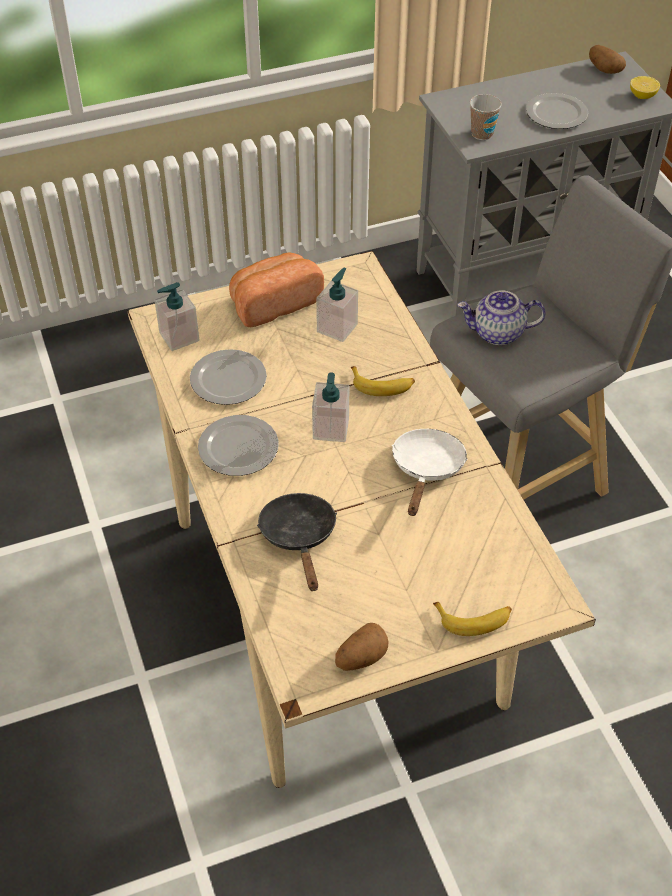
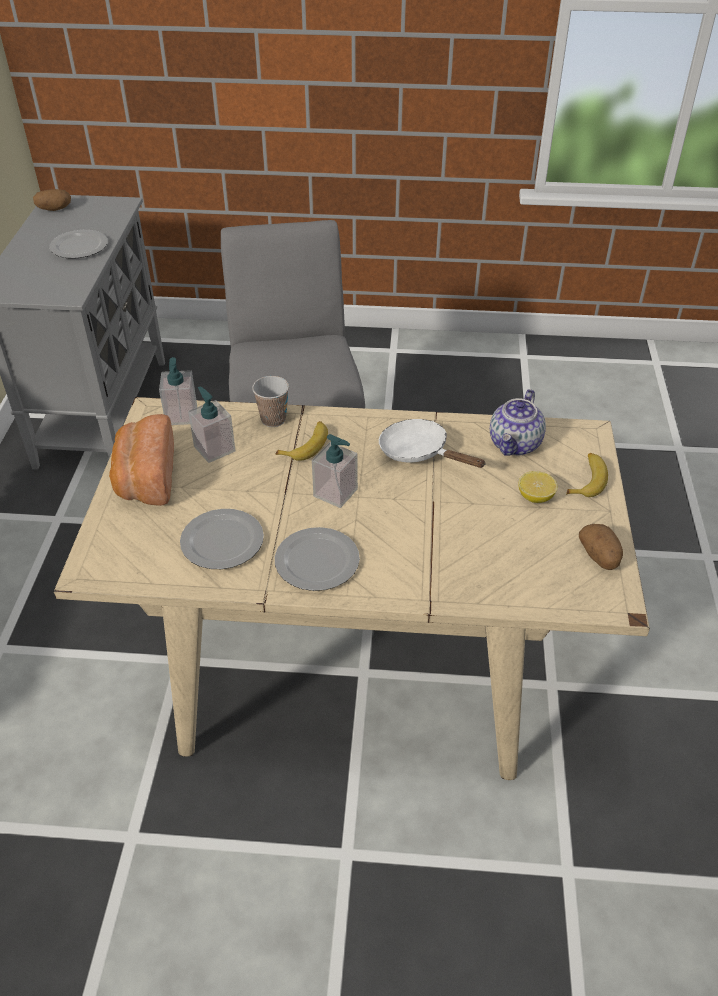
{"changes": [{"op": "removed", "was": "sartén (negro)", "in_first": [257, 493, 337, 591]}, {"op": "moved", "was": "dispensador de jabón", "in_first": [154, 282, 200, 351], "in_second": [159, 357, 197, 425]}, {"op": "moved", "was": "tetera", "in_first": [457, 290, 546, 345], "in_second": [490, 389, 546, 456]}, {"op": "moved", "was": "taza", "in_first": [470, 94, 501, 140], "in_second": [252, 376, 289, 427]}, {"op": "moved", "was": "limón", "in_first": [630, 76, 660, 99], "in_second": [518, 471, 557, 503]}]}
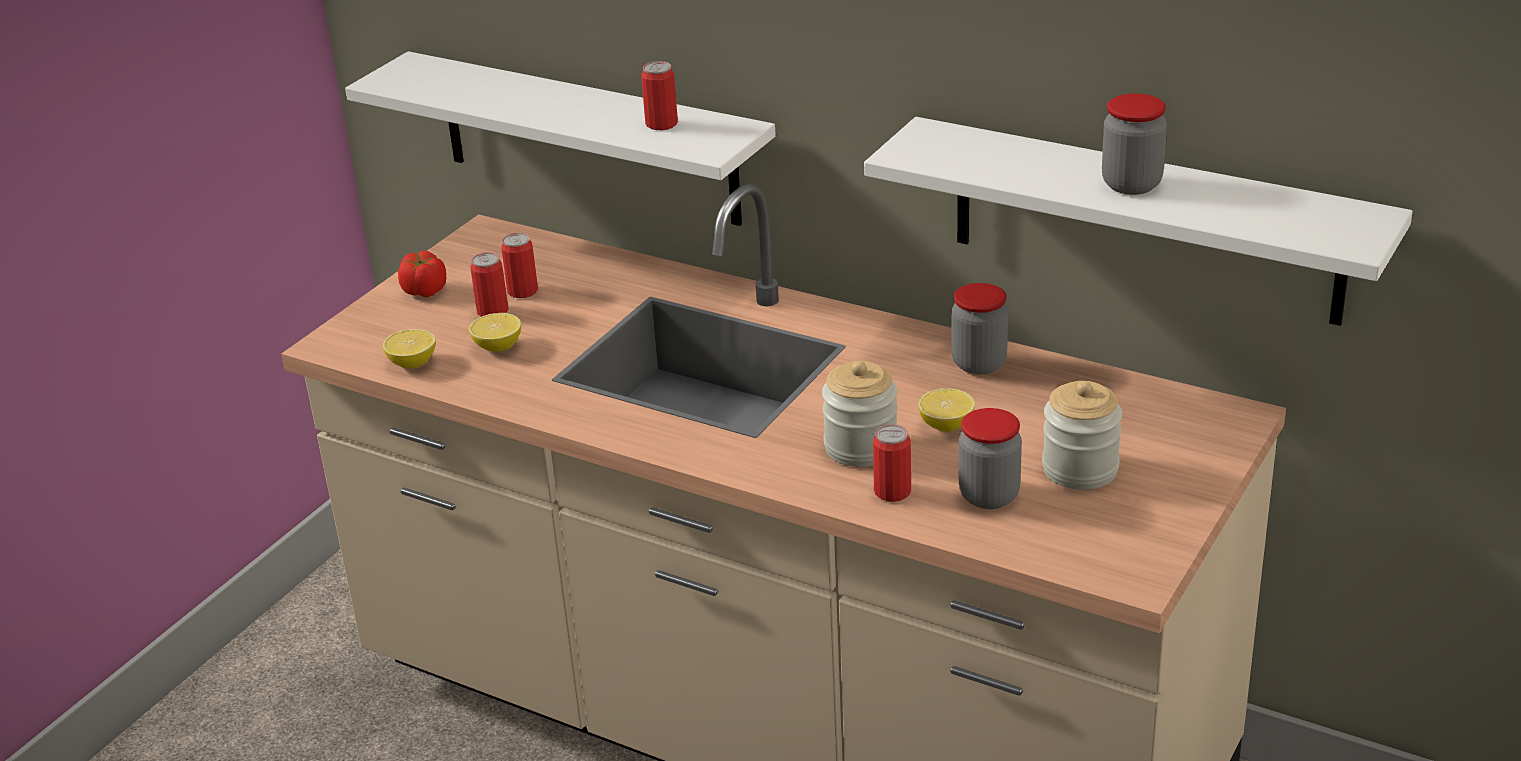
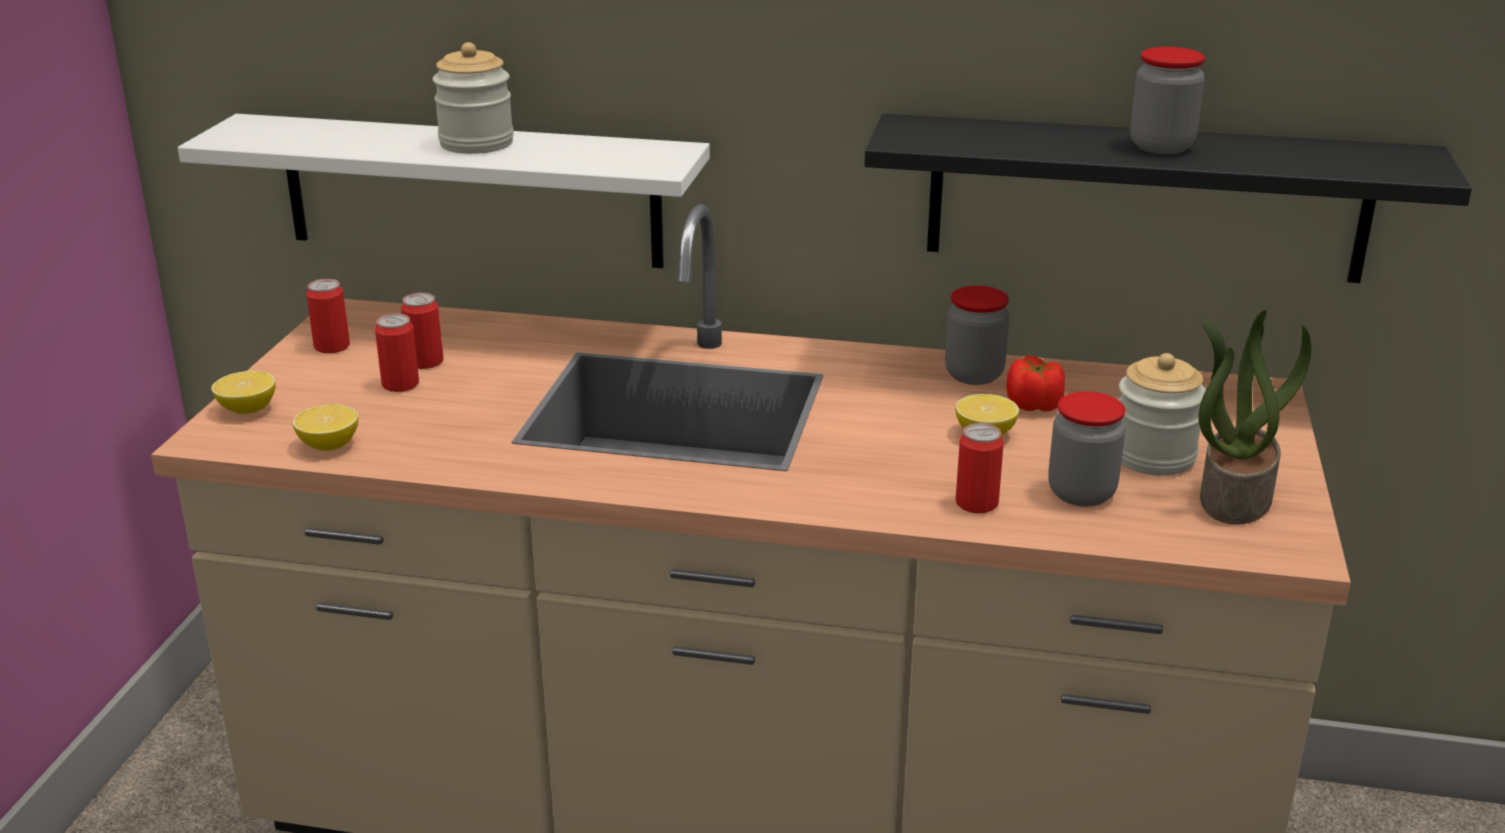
{"changes": [{"op": "added", "now": "planta en maceta", "in_second": [1198, 309, 1311, 525]}, {"op": "moved", "was": "tomate", "in_first": [398, 250, 446, 297], "in_second": [1006, 356, 1065, 412]}, {"op": "moved", "was": "limón", "in_first": [469, 313, 521, 352], "in_second": [211, 371, 276, 414]}, {"op": "moved", "was": "lata", "in_first": [641, 61, 678, 130], "in_second": [306, 279, 350, 353]}, {"op": "moved", "was": "tarro", "in_first": [822, 361, 898, 467], "in_second": [433, 42, 514, 154]}, {"op": "recoloured", "was": "estante (blanco)", "now": "estante (negro)", "in_first": [864, 117, 1413, 326], "in_second": [864, 114, 1472, 283]}]}
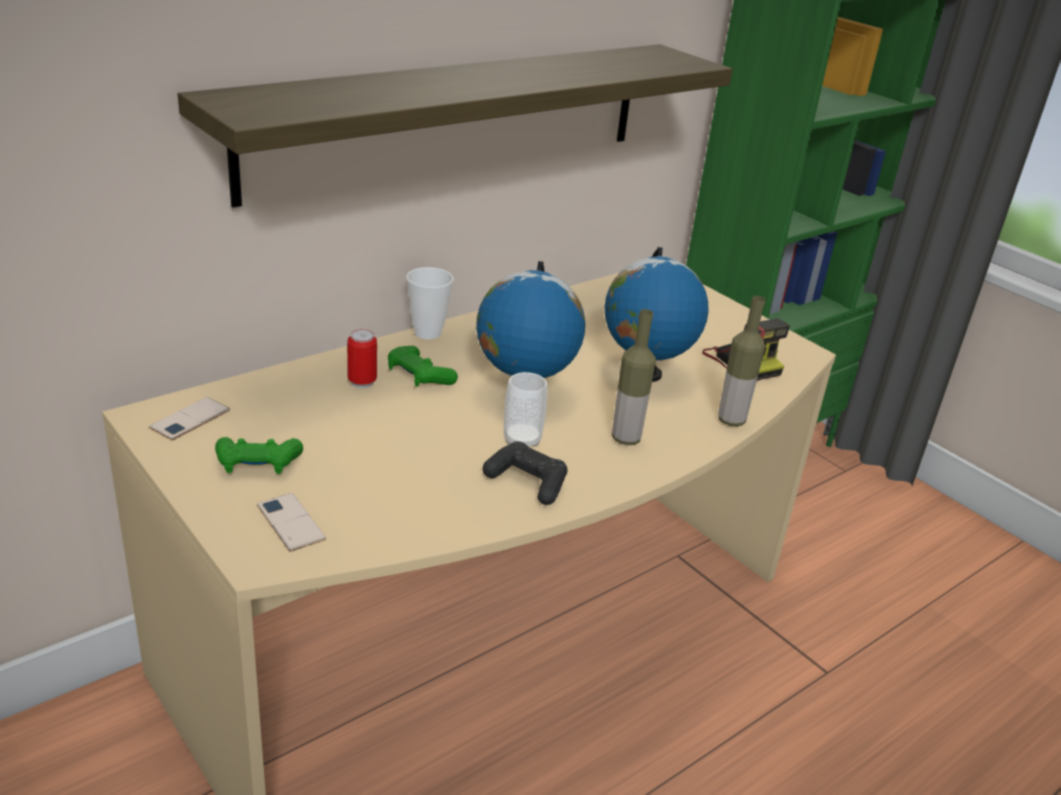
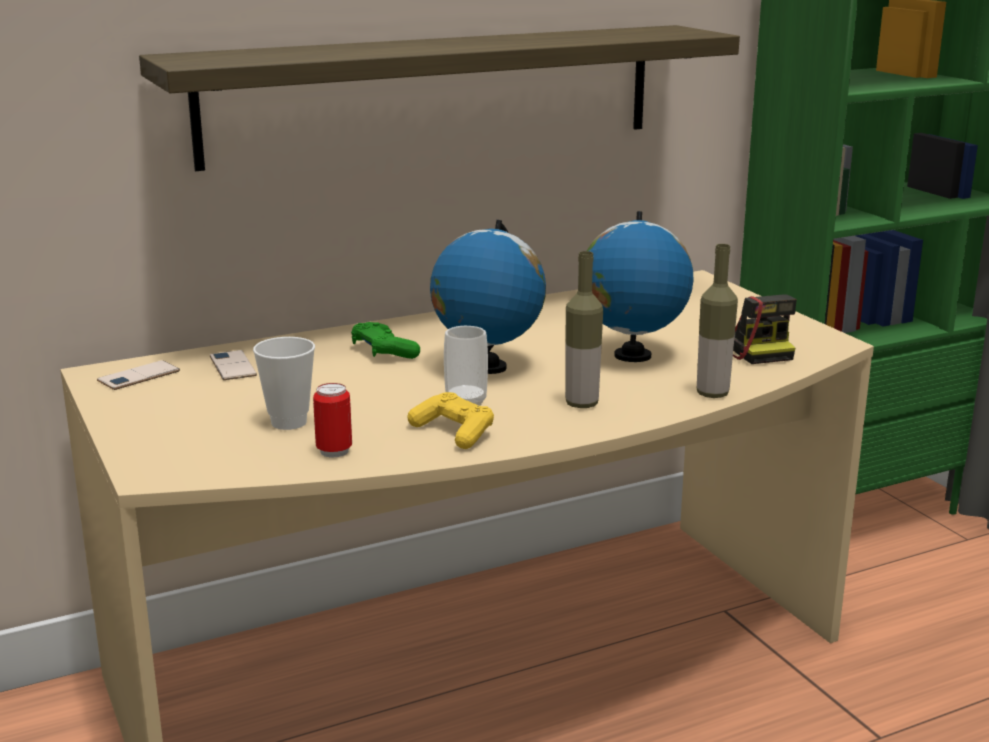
{"changes": [{"op": "removed", "was": "mando de consola (verde)", "in_first": [215, 437, 303, 474]}, {"op": "moved", "was": "móvil", "in_first": [257, 493, 326, 552], "in_second": [210, 350, 257, 380]}, {"op": "moved", "was": "lata", "in_first": [347, 329, 377, 388], "in_second": [313, 383, 352, 458]}, {"op": "moved", "was": "taza", "in_first": [406, 267, 454, 340], "in_second": [253, 337, 315, 430]}, {"op": "recoloured", "was": "mando de consola (negro)", "now": "mando de consola (amarillo)", "in_first": [483, 441, 567, 505], "in_second": [407, 392, 494, 449]}]}
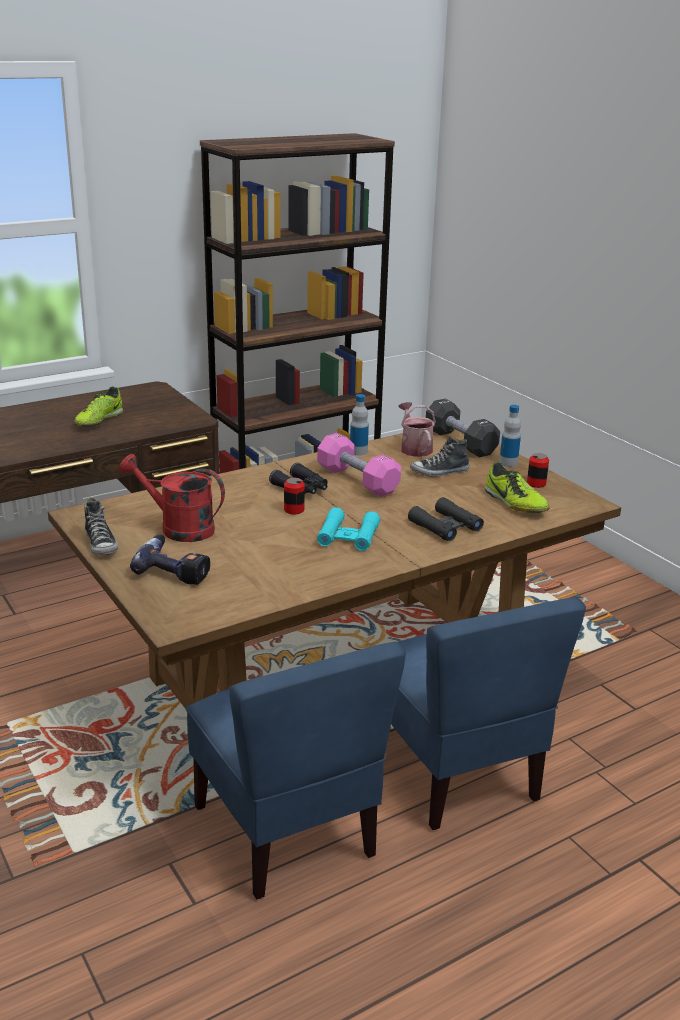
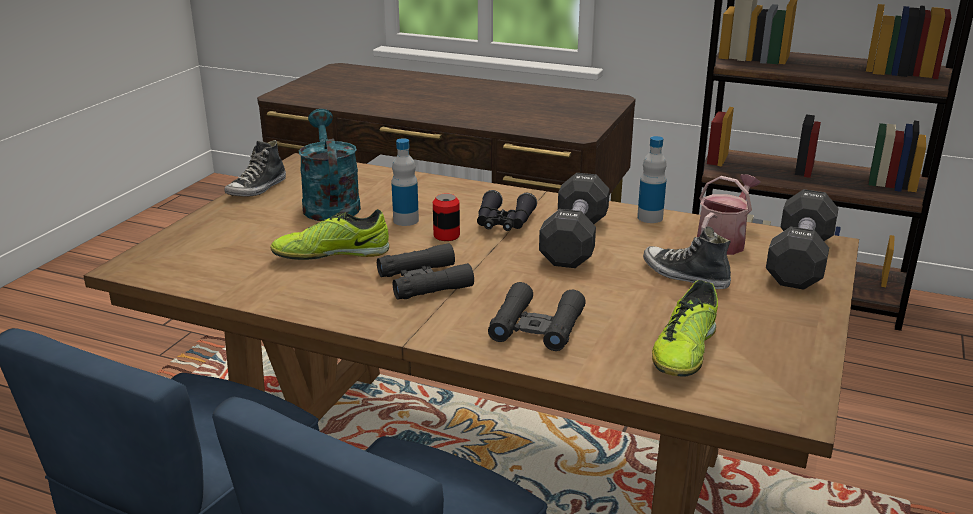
{"changes": [{"op": "removed", "was": "taladro", "in_first": [130, 534, 210, 585]}, {"op": "removed", "was": "lata", "in_first": [527, 453, 549, 488]}, {"op": "moved", "was": "zapato", "in_first": [74, 386, 123, 427], "in_second": [271, 209, 389, 260]}, {"op": "moved", "was": "botella", "in_first": [499, 405, 521, 467], "in_second": [391, 138, 419, 226]}, {"op": "recoloured", "was": "regadera (rojo)", "now": "regadera (turquesa)", "in_first": [119, 454, 225, 542], "in_second": [299, 109, 361, 221]}, {"op": "recoloured", "was": "mancuerna (rosa)", "now": "mancuerna (negro)", "in_first": [317, 433, 401, 497], "in_second": [539, 173, 610, 268]}, {"op": "recoloured", "was": "prismáticos (turquesa)", "now": "prismáticos (negro)", "in_first": [317, 507, 380, 551], "in_second": [377, 243, 474, 300]}]}
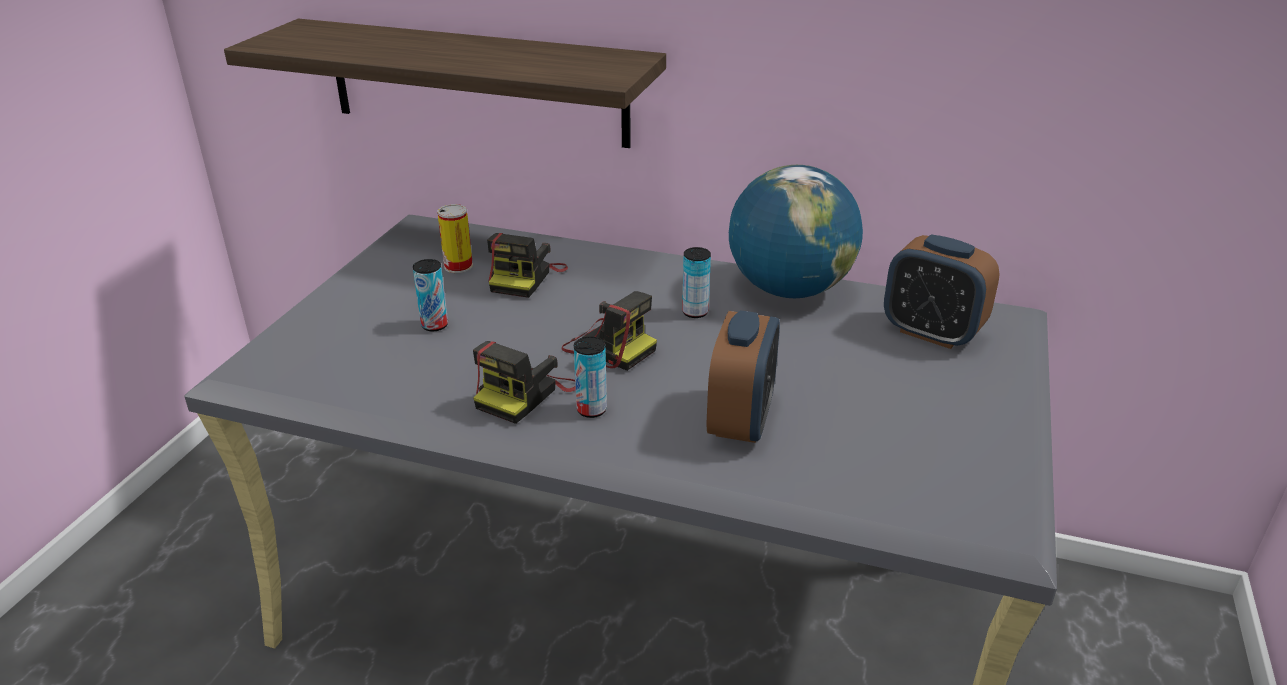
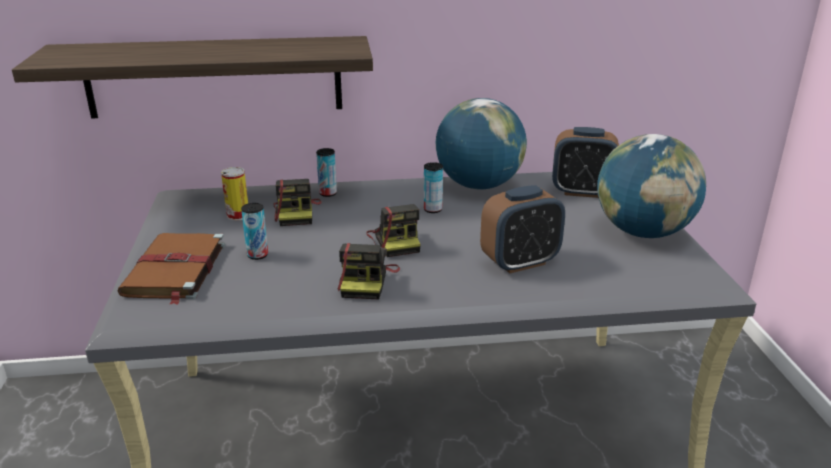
{"changes": [{"op": "added", "now": "libro (marrón)", "in_second": [117, 233, 225, 305]}, {"op": "added", "now": "globo terráqueo", "in_second": [597, 134, 706, 238]}, {"op": "moved", "was": "lata", "in_first": [574, 337, 607, 418], "in_second": [316, 148, 337, 197]}, {"op": "turned", "was": "cámara", "in_first": [562, 291, 657, 371], "in_second": [366, 204, 421, 257], "clockwise": 60}, {"op": "turned", "was": "despertador", "in_first": [707, 310, 780, 443], "in_second": [480, 185, 565, 274], "clockwise": 75}]}
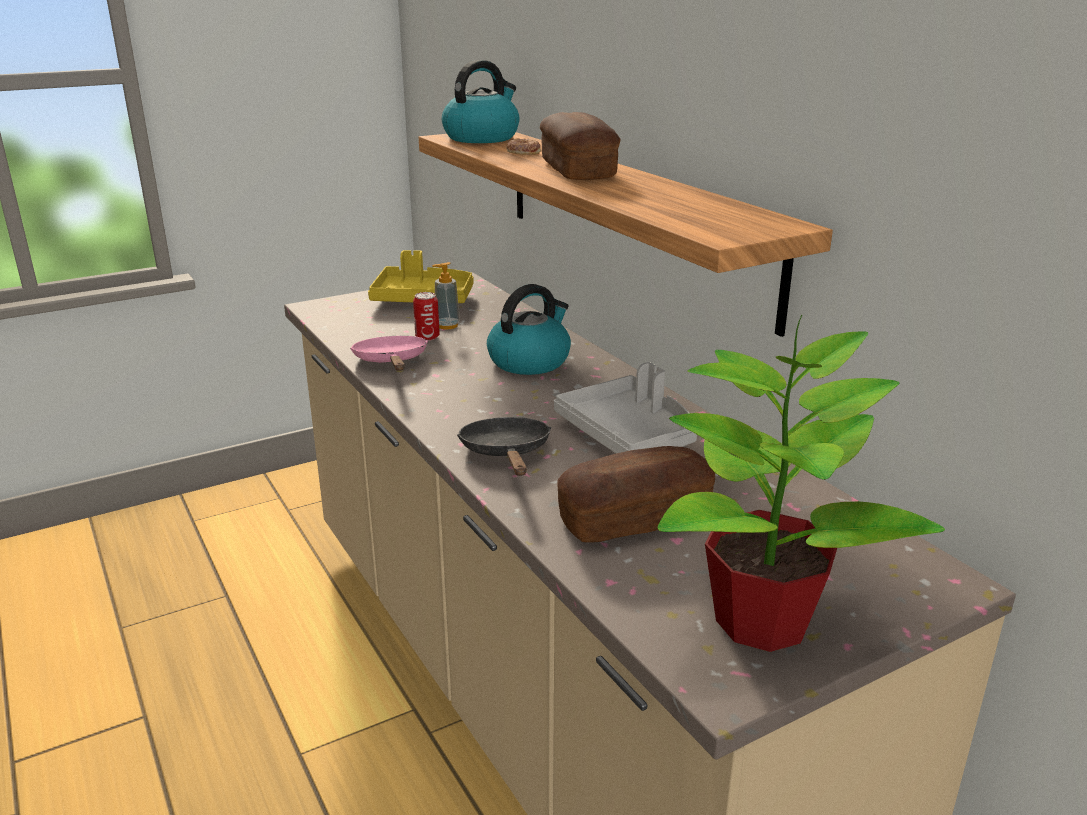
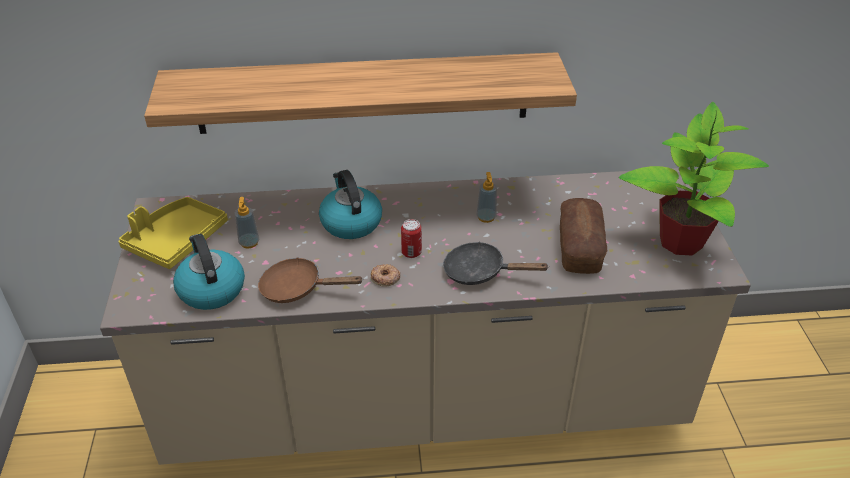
{"changes": [{"op": "removed", "was": "pan", "in_first": [540, 112, 621, 180]}, {"op": "moved", "was": "lata", "in_first": [413, 292, 440, 341], "in_second": [401, 219, 422, 258]}, {"op": "moved", "was": "hervidor", "in_first": [442, 60, 520, 143], "in_second": [173, 234, 245, 310]}, {"op": "moved", "was": "rosquilla", "in_first": [506, 138, 541, 155], "in_second": [371, 264, 400, 287]}, {"op": "replaced", "was": "bandeja (gris)", "now": "dispensador de jabón", "in_first": [554, 362, 697, 454], "in_second": [476, 172, 497, 223]}, {"op": "recoloured", "was": "sartén (rosa)", "now": "sartén (marrón)", "in_first": [350, 336, 428, 371], "in_second": [258, 257, 364, 303]}]}
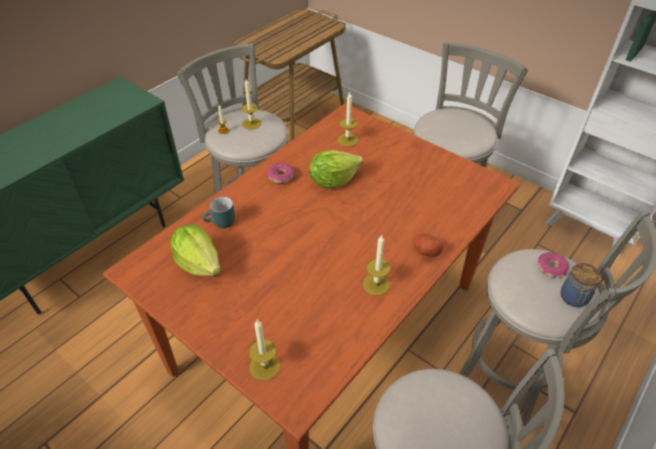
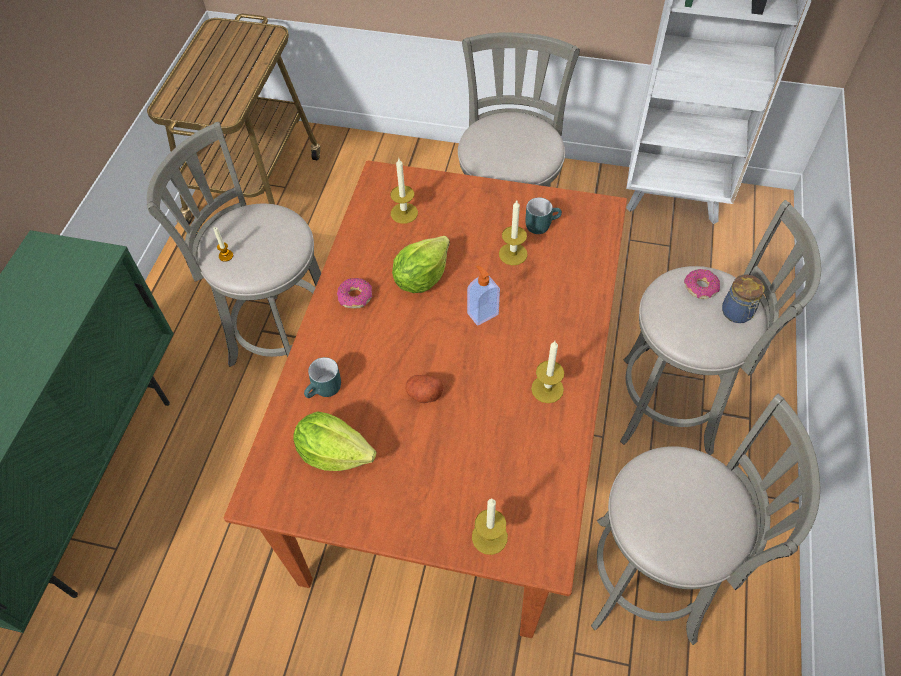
{"changes": [{"op": "added", "now": "dispensador de jabón", "in_second": [467, 266, 500, 326]}, {"op": "added", "now": "taza grande (turquesa)", "in_second": [525, 198, 562, 234]}, {"op": "moved", "was": "vela", "in_first": [241, 79, 261, 129], "in_second": [499, 200, 528, 265]}, {"op": "moved", "was": "patata", "in_first": [413, 233, 443, 257], "in_second": [405, 375, 443, 403]}]}
